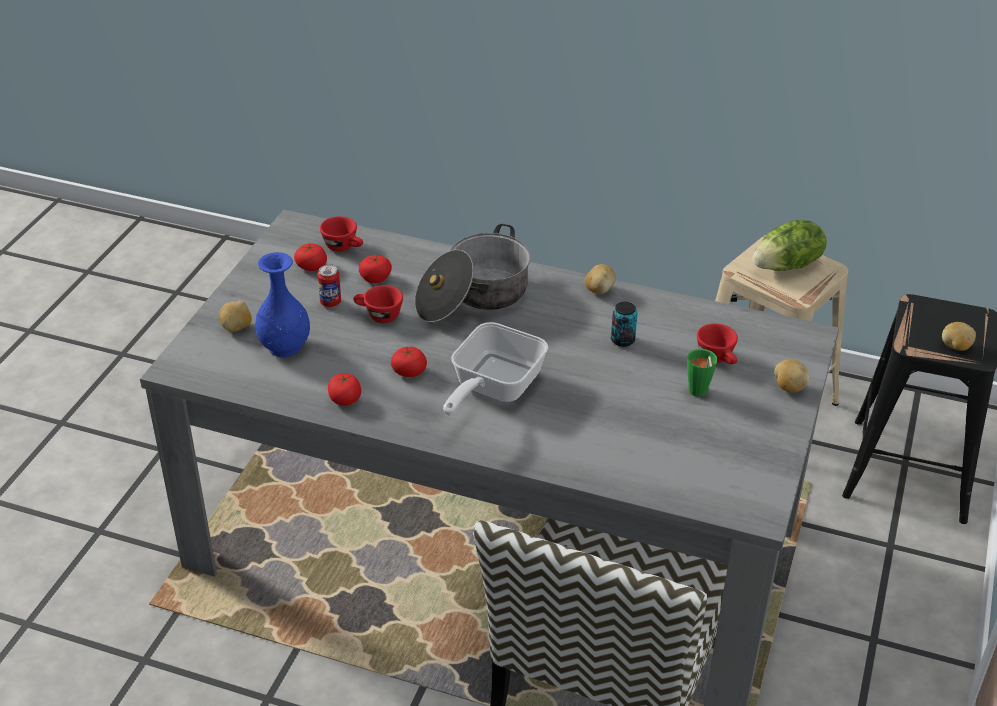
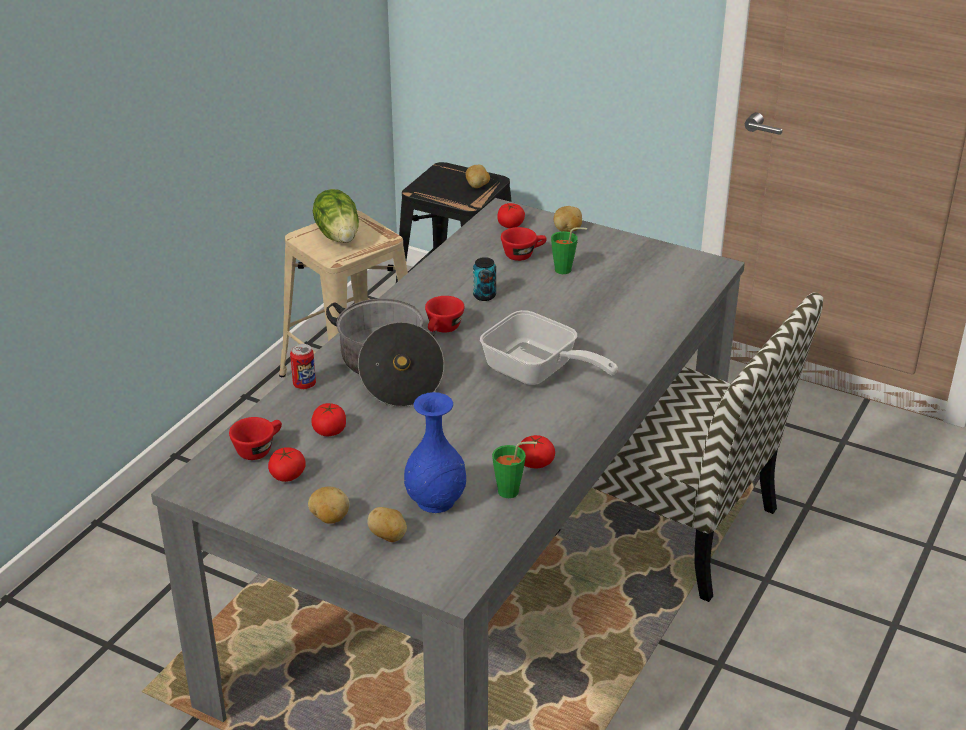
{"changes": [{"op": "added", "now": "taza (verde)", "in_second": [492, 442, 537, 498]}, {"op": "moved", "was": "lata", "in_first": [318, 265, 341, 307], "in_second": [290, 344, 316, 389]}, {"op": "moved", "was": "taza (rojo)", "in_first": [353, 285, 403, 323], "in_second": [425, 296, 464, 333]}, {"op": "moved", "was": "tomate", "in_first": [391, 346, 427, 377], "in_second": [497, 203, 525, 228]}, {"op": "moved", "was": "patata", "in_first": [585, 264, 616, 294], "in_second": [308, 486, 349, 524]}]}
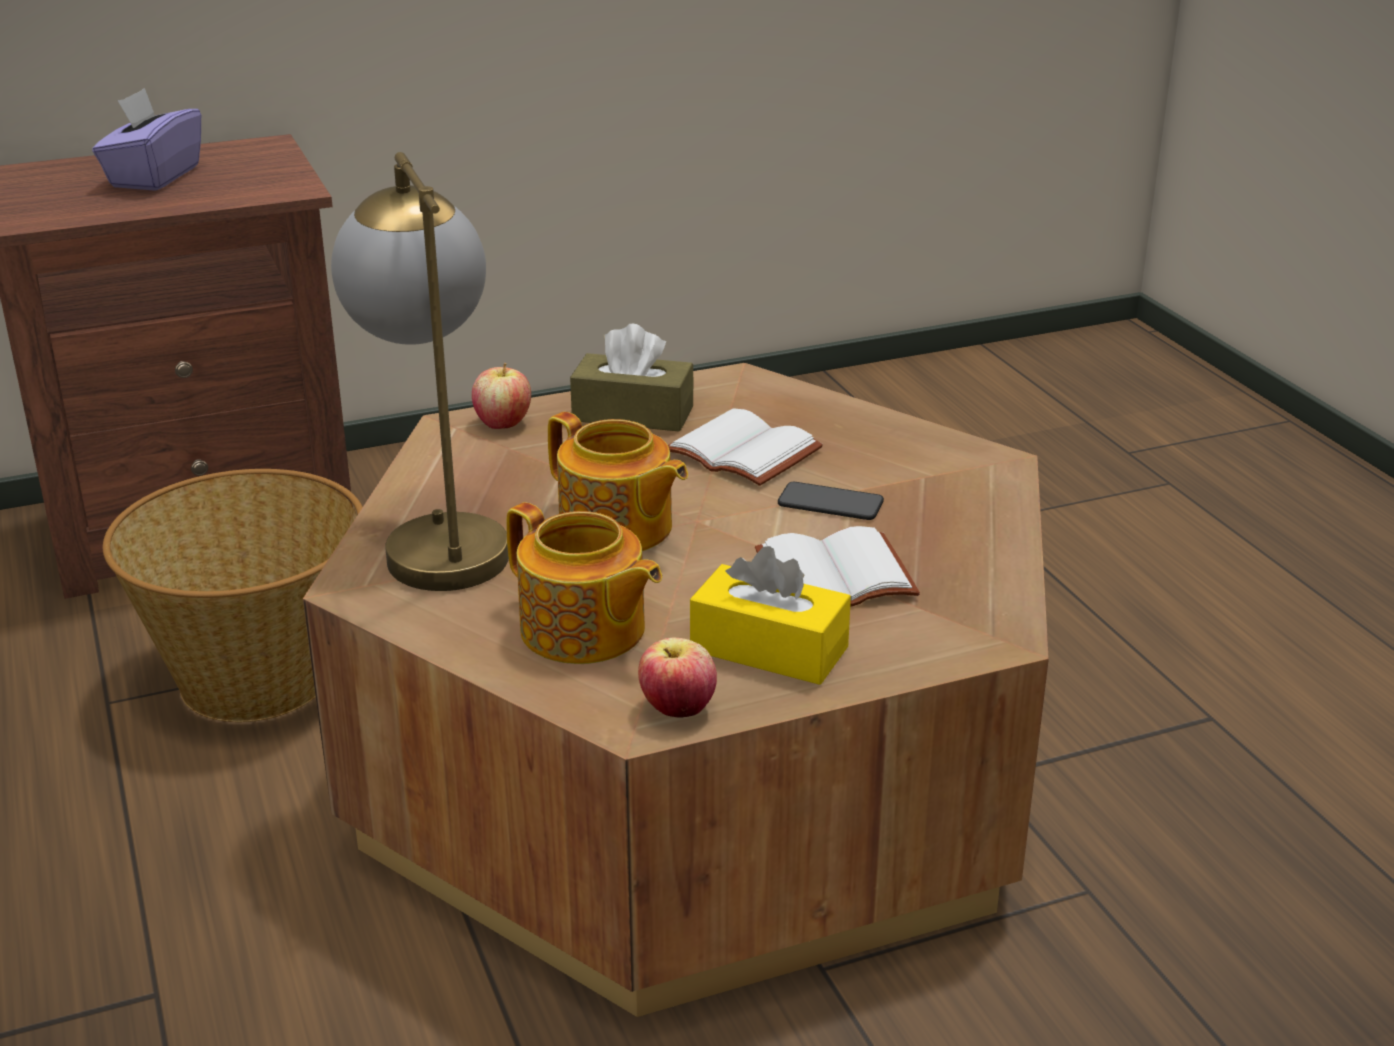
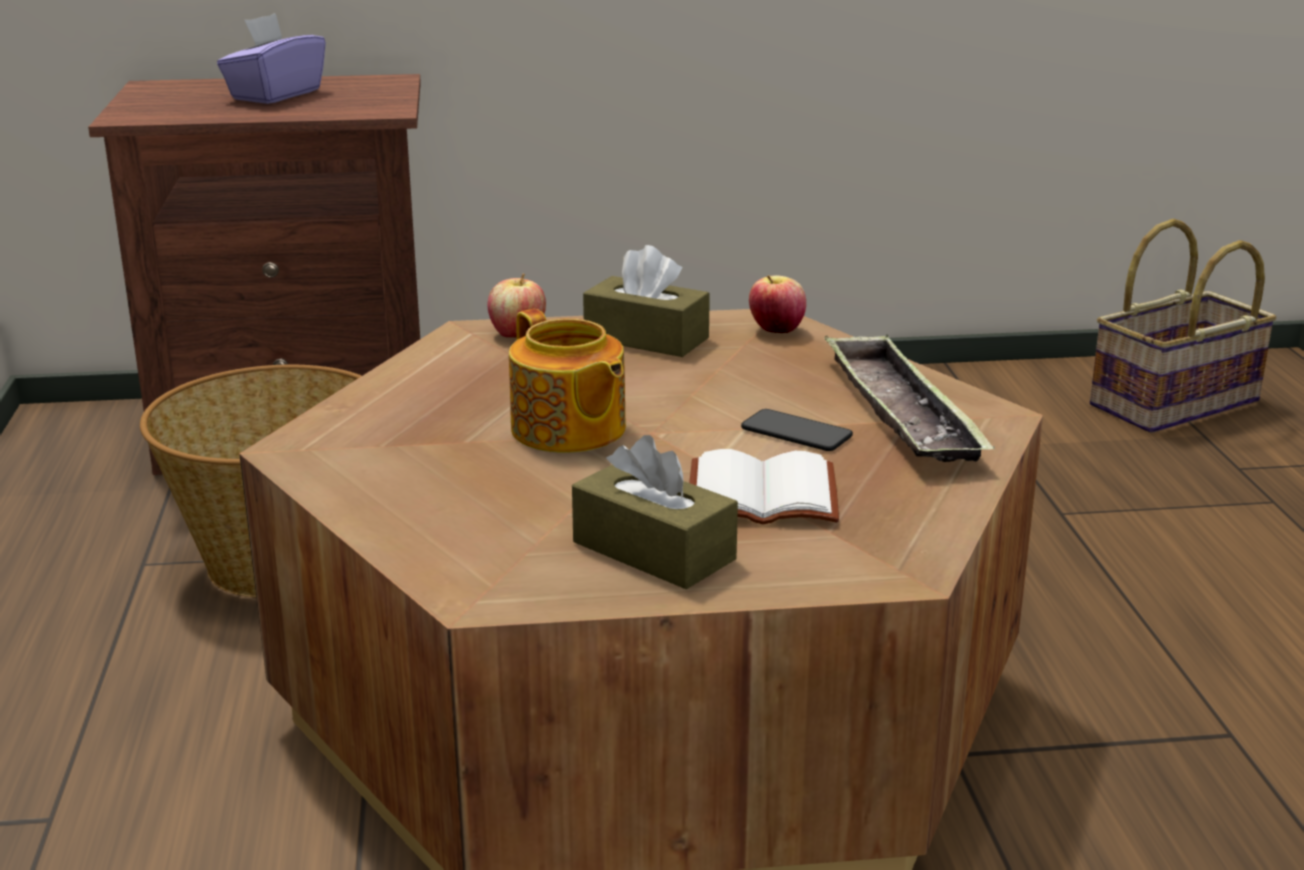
{"changes": [{"op": "removed", "was": "lámpara de mesa", "in_first": [331, 152, 509, 591]}, {"op": "removed", "was": "tetera", "in_first": [506, 502, 662, 664]}, {"op": "removed", "was": "libro (blanco)", "in_first": [668, 408, 823, 486]}, {"op": "added", "now": "bandeja", "in_second": [824, 335, 995, 462]}, {"op": "added", "now": "cesta", "in_second": [1090, 219, 1277, 433]}, {"op": "moved", "was": "manzana", "in_first": [638, 638, 717, 718], "in_second": [749, 275, 806, 333]}, {"op": "recoloured", "was": "caja de pañuelos (amarillo)", "now": "caja de pañuelos (marrón)", "in_first": [690, 546, 851, 685], "in_second": [572, 435, 738, 589]}]}
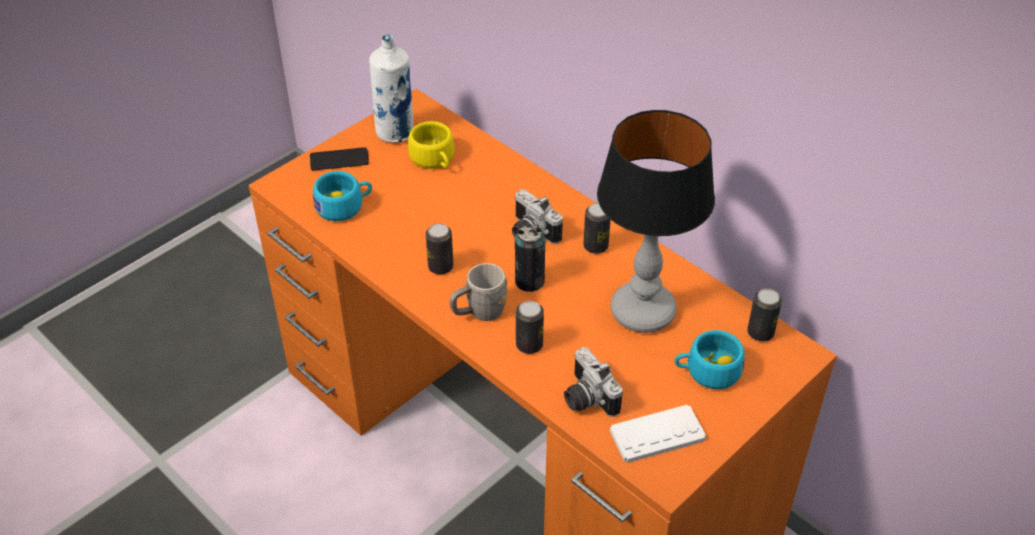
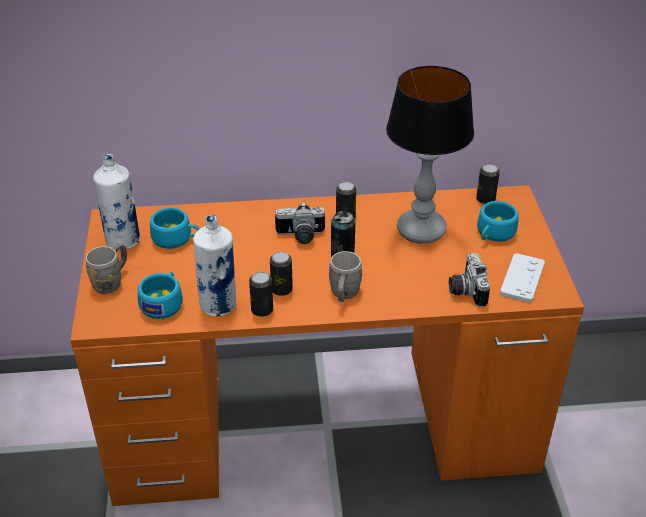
{"changes": [{"op": "added", "now": "botella (blanco)", "in_second": [193, 215, 236, 316]}, {"op": "moved", "was": "lata", "in_first": [516, 301, 544, 354], "in_second": [249, 272, 273, 317]}, {"op": "replaced", "was": "móvil", "now": "taza grande (gris)", "in_first": [310, 147, 369, 170], "in_second": [86, 244, 127, 294]}, {"op": "recoloured", "was": "taza (amarillo)", "now": "taza (turquesa)", "in_first": [408, 121, 455, 169], "in_second": [150, 207, 199, 249]}, {"op": "turned", "was": "cámara", "in_first": [564, 347, 623, 417], "in_second": [449, 253, 490, 307], "clockwise": 75}]}
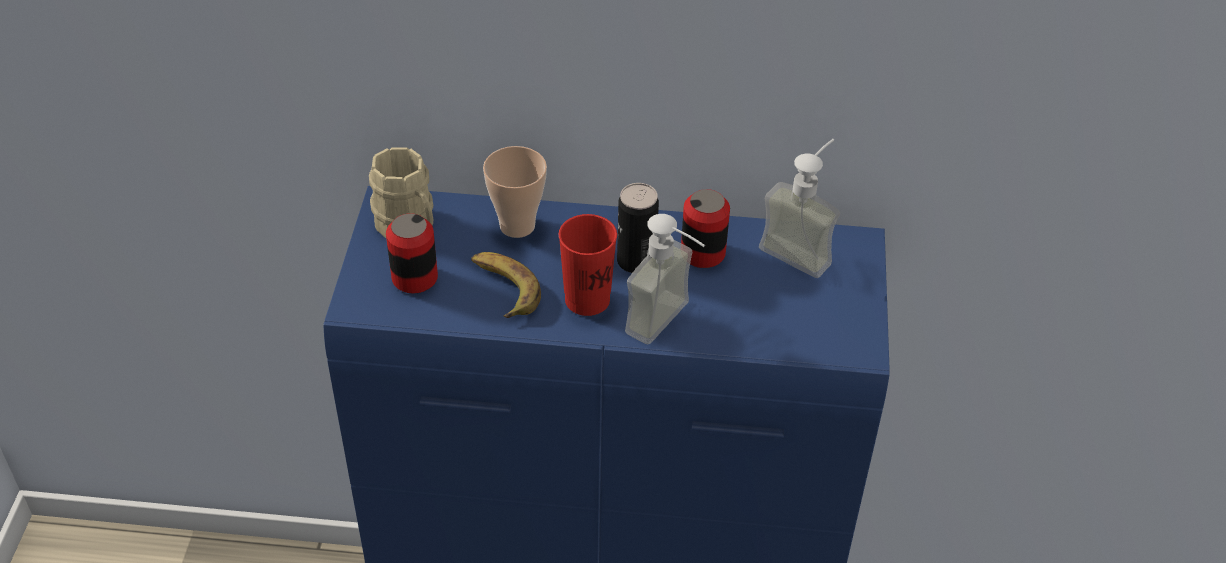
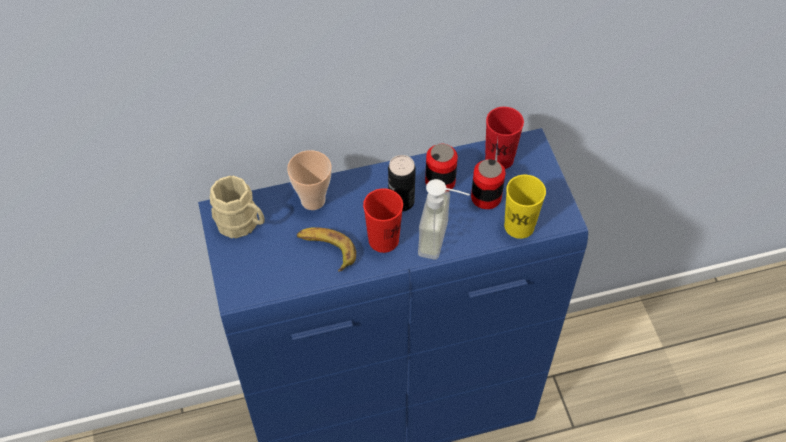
{"changes": [{"op": "added", "now": "taza (amarillo)", "in_second": [504, 175, 546, 239]}, {"op": "moved", "was": "lata", "in_first": [386, 213, 438, 294], "in_second": [471, 159, 506, 209]}, {"op": "replaced", "was": "dispensador de jabón", "now": "taza (rojo)", "in_first": [759, 139, 840, 278], "in_second": [485, 107, 524, 169]}]}
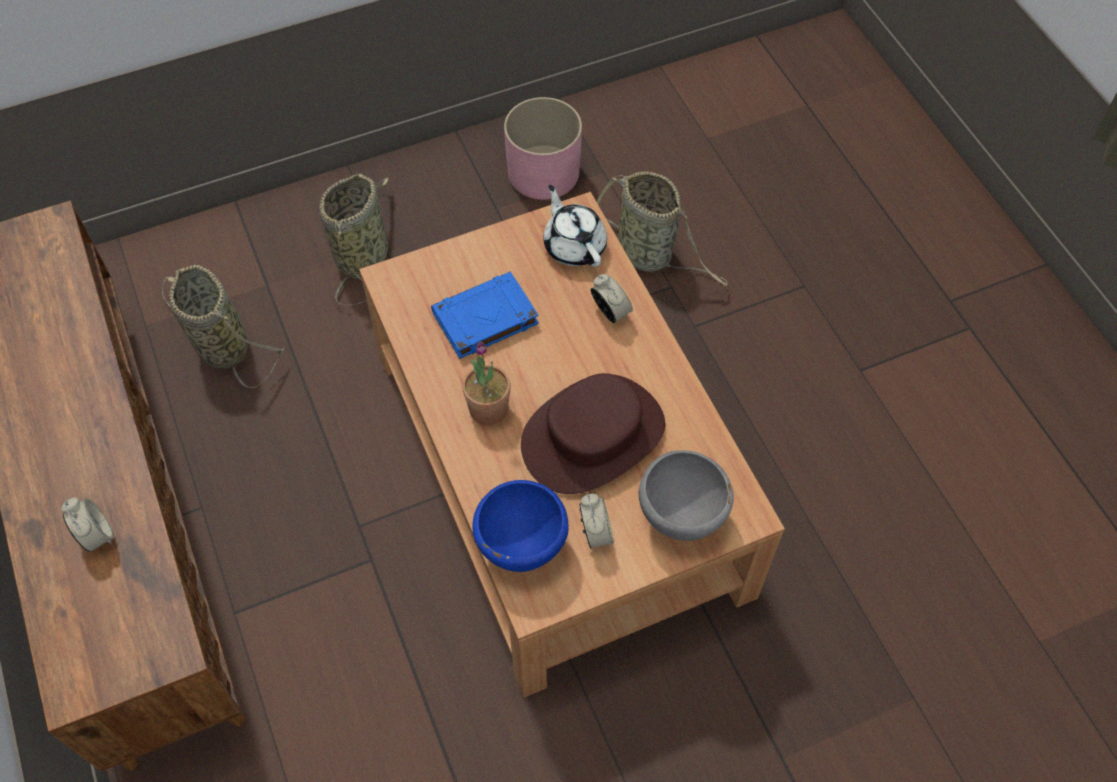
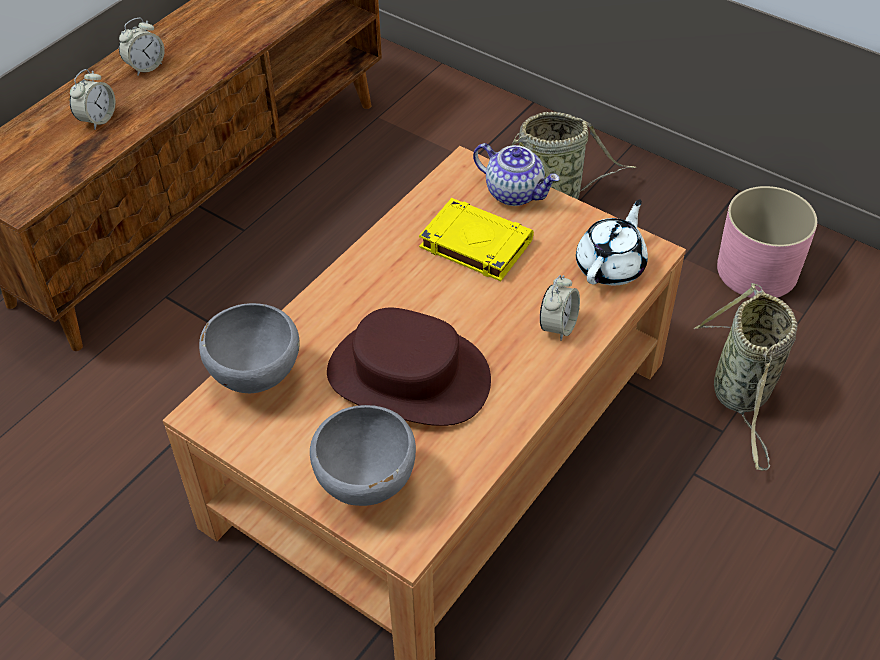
{"changes": [{"op": "removed", "was": "cesta", "in_first": [162, 265, 284, 388]}, {"op": "removed", "was": "planta en maceta", "in_first": [462, 341, 511, 425]}, {"op": "added", "now": "tetera", "in_second": [473, 143, 559, 206]}, {"op": "moved", "was": "despertador", "in_first": [579, 494, 614, 549], "in_second": [119, 18, 165, 76]}, {"op": "recoloured", "was": "libro (azul)", "now": "libro (amarillo)", "in_first": [431, 272, 539, 359], "in_second": [419, 198, 534, 281]}, {"op": "recoloured", "was": "cuenco (azul)", "now": "cuenco (gris)", "in_first": [472, 480, 569, 572], "in_second": [199, 303, 300, 394]}]}
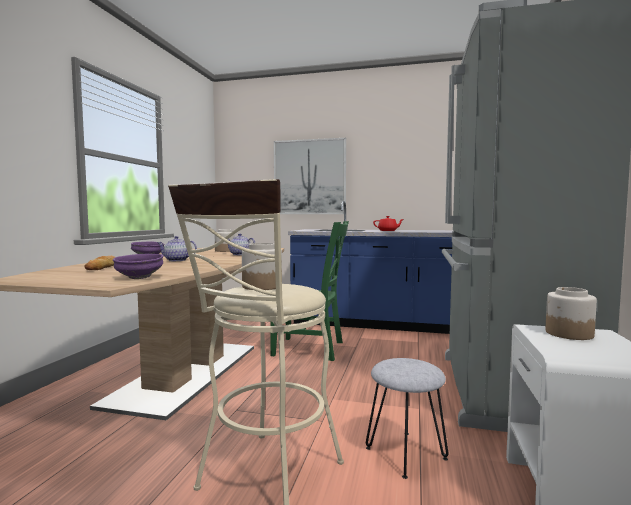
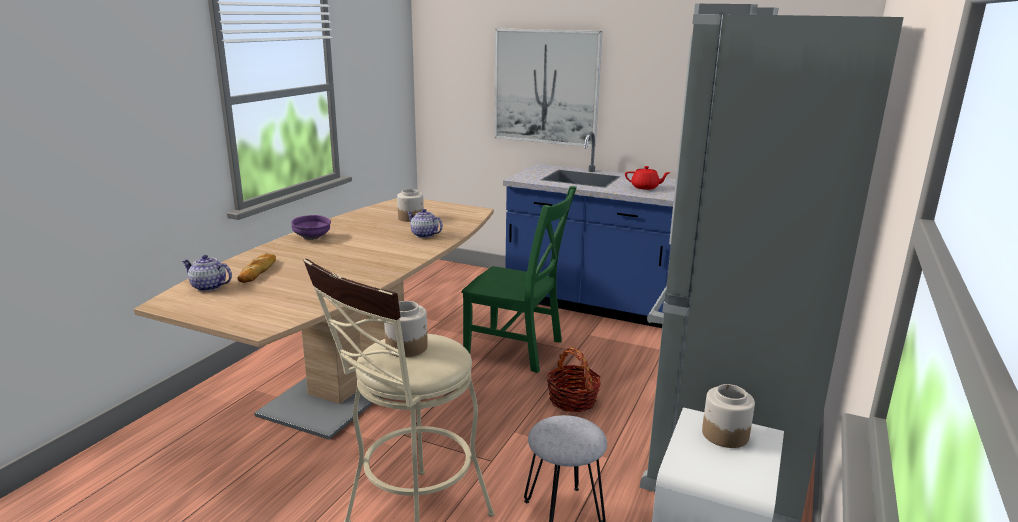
{"changes": [{"op": "removed", "was": "cuenco (morado)", "in_first": [113, 254, 163, 279]}, {"op": "added", "now": "cesta", "in_second": [547, 347, 601, 412]}, {"op": "moved", "was": "tetera", "in_first": [157, 236, 197, 261], "in_second": [182, 255, 232, 291]}]}
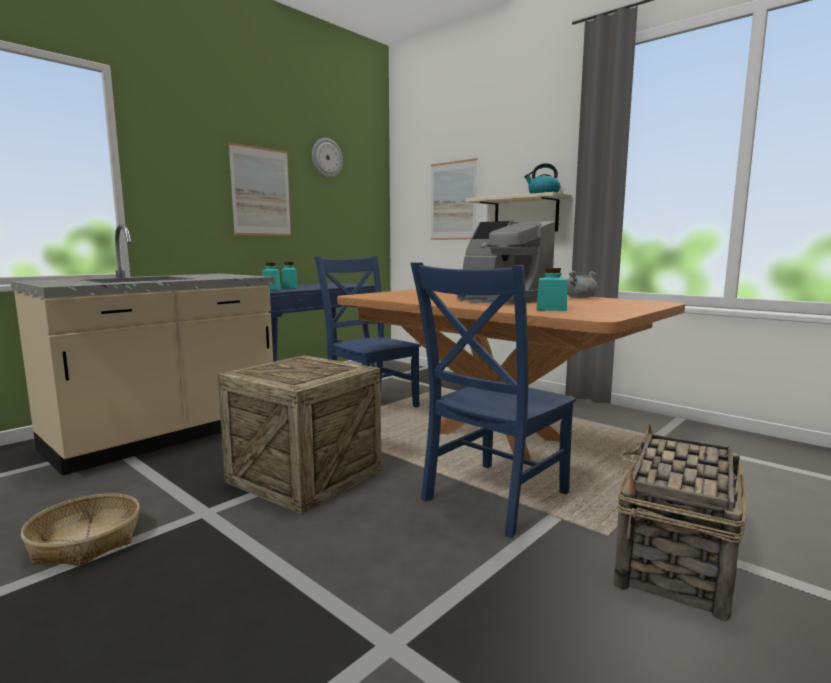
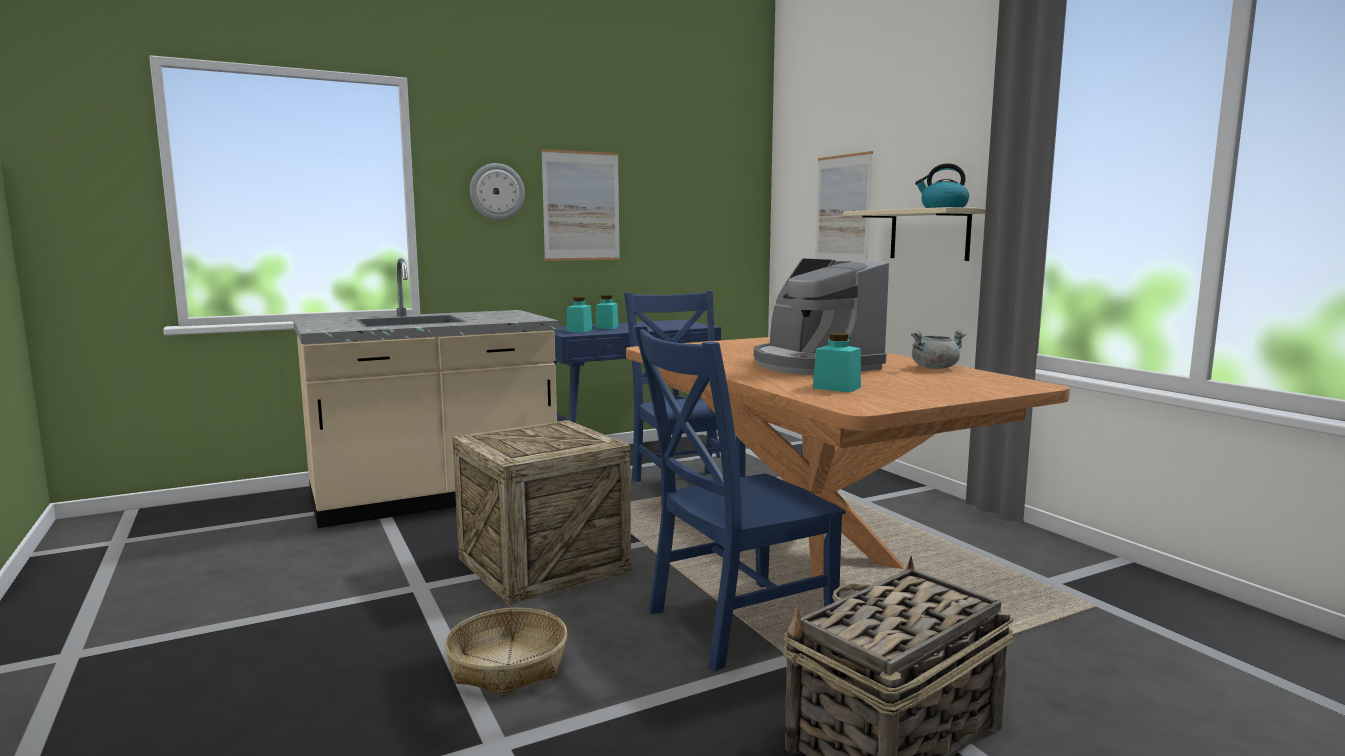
{"changes": [{"op": "moved", "was": "cesta", "in_first": [21, 493, 140, 566], "in_second": [445, 608, 568, 696]}, {"op": "moved", "was": "reloj de pared", "in_first": [312, 138, 343, 178], "in_second": [470, 163, 525, 220]}]}
